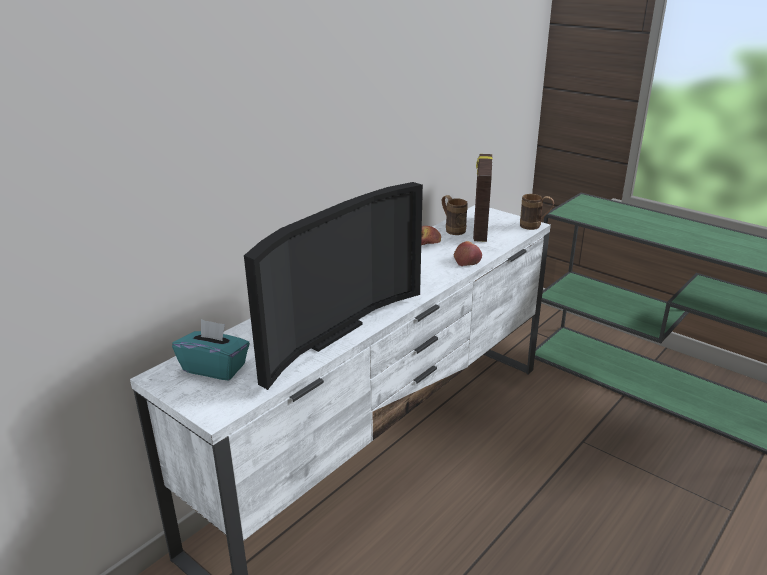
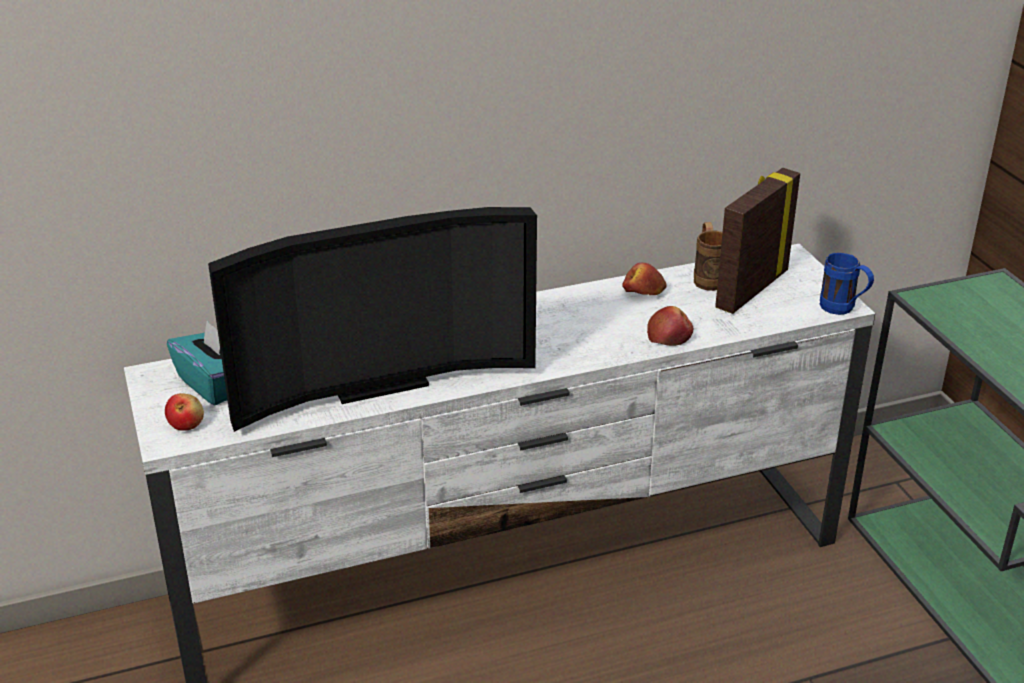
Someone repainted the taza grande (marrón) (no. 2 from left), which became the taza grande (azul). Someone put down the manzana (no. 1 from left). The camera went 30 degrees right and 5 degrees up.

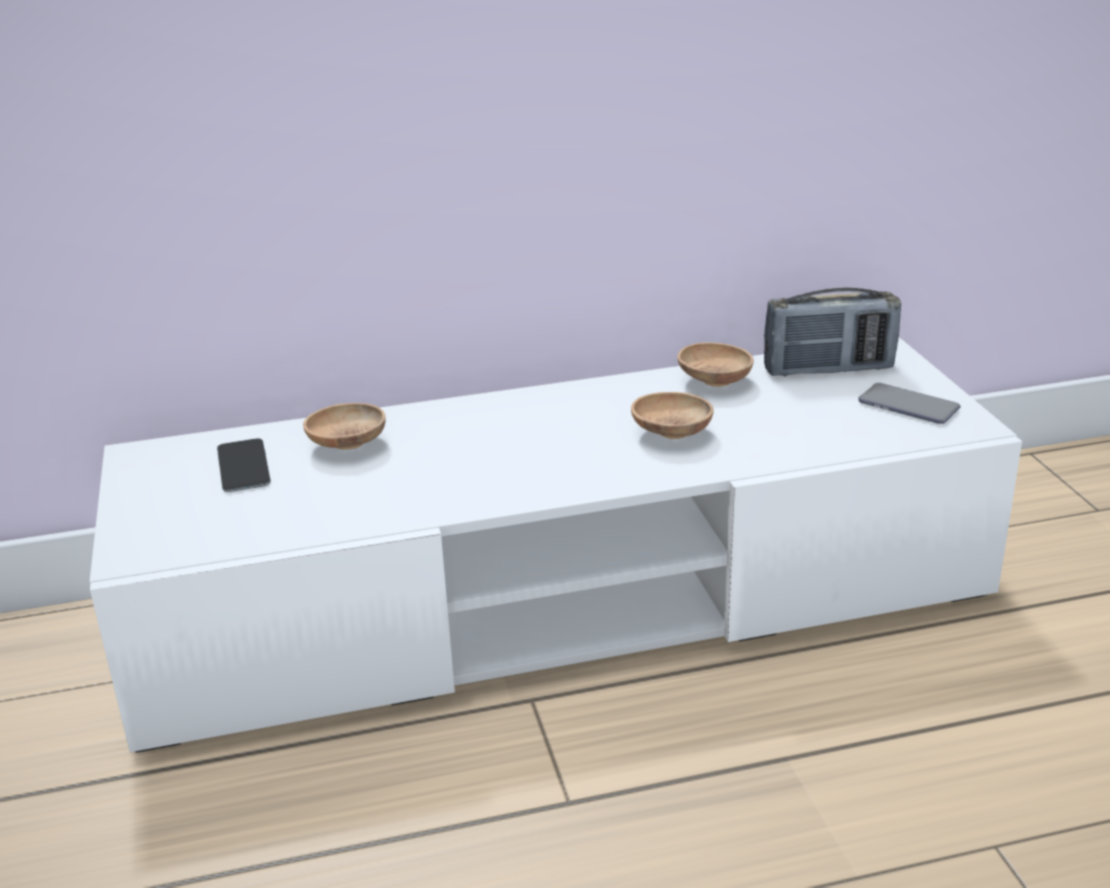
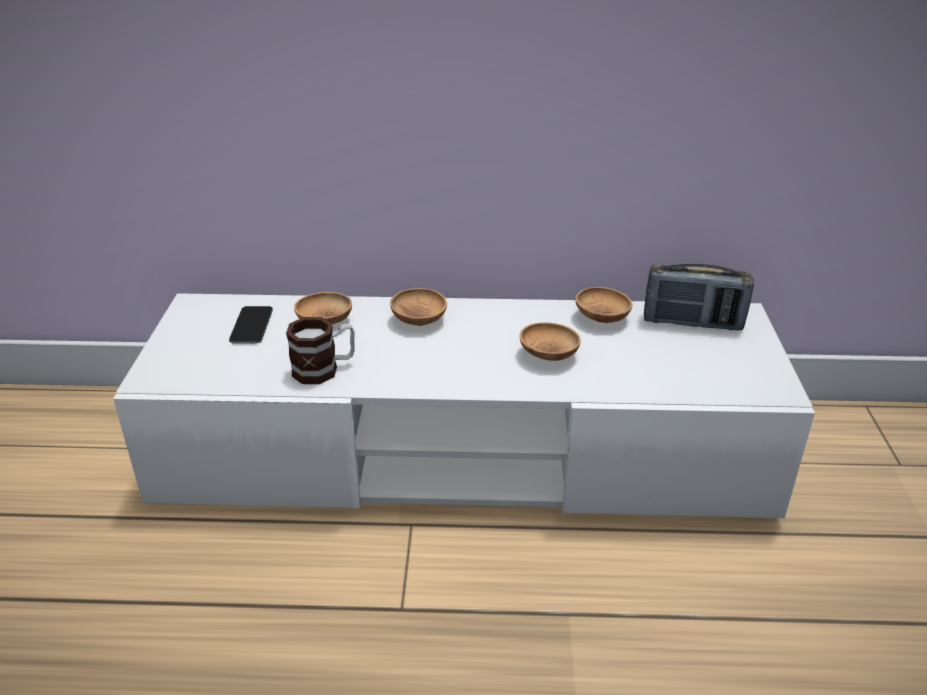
Someone took away the móvil (no. 2 from left). Someone put down the cuenco (marrón) (no. 2 from left). Someone put down the taza grande. The camera went 15 degrees right and 5 degrees up.

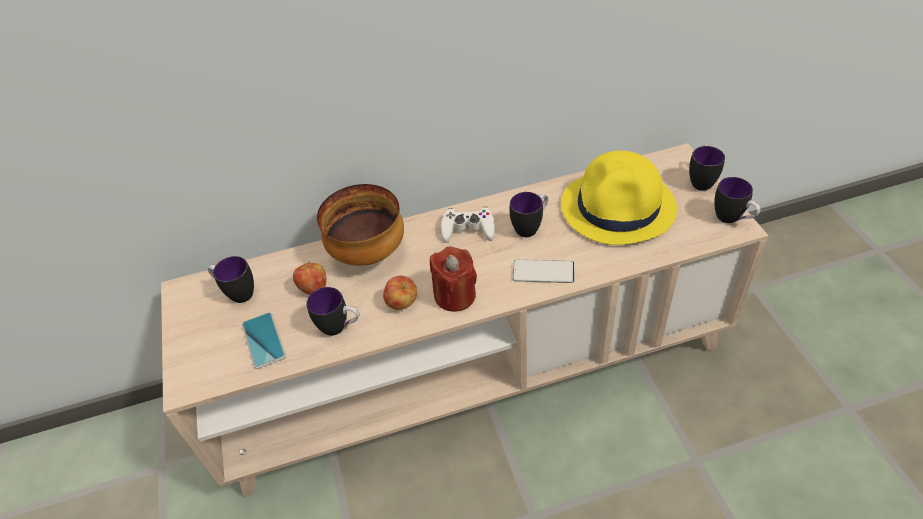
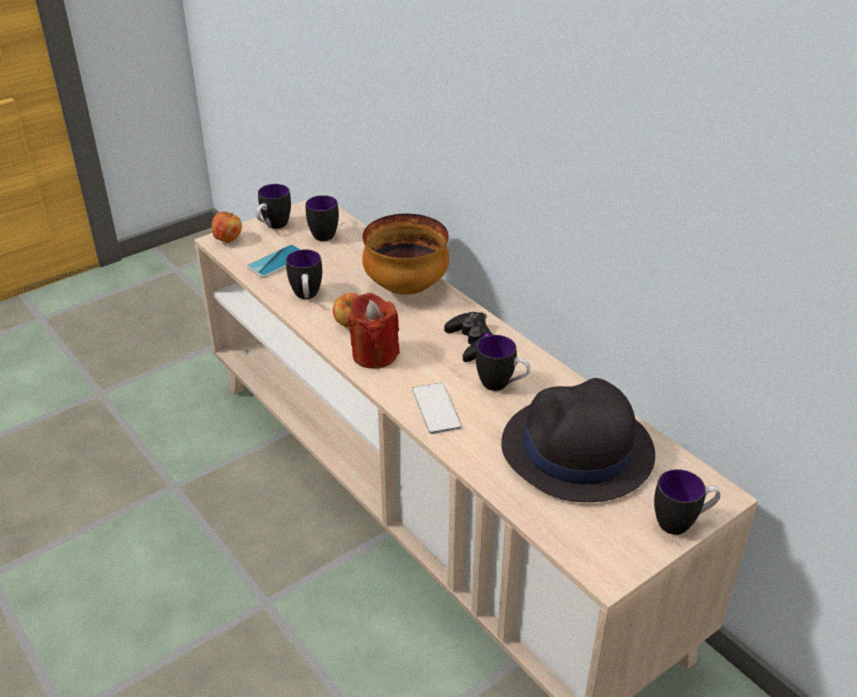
Someone repainted the sombrero (amarillo), which became the sombrero (negro). Someone carried the taza grande (no. 5 from left in the first image). Someone repainted the mando de consola (blanco), which became the mando de consola (negro). Someone carried the manzana (no. 1 from left). The camera went 65 degrees right and 10 degrees down.

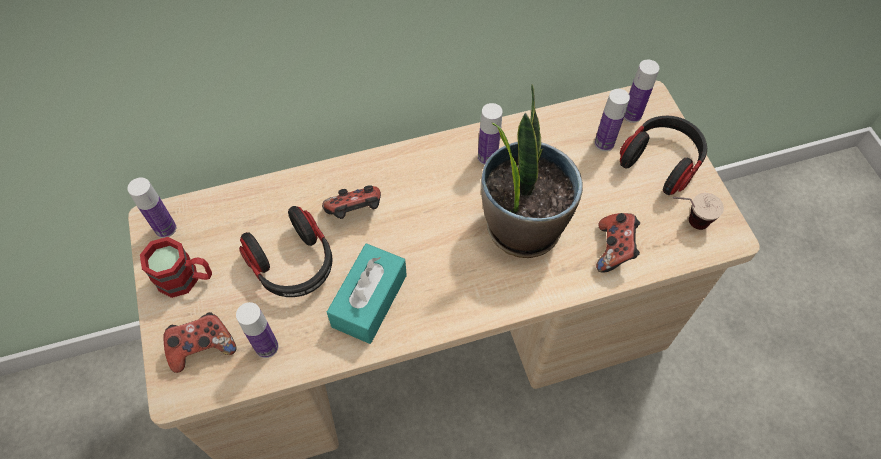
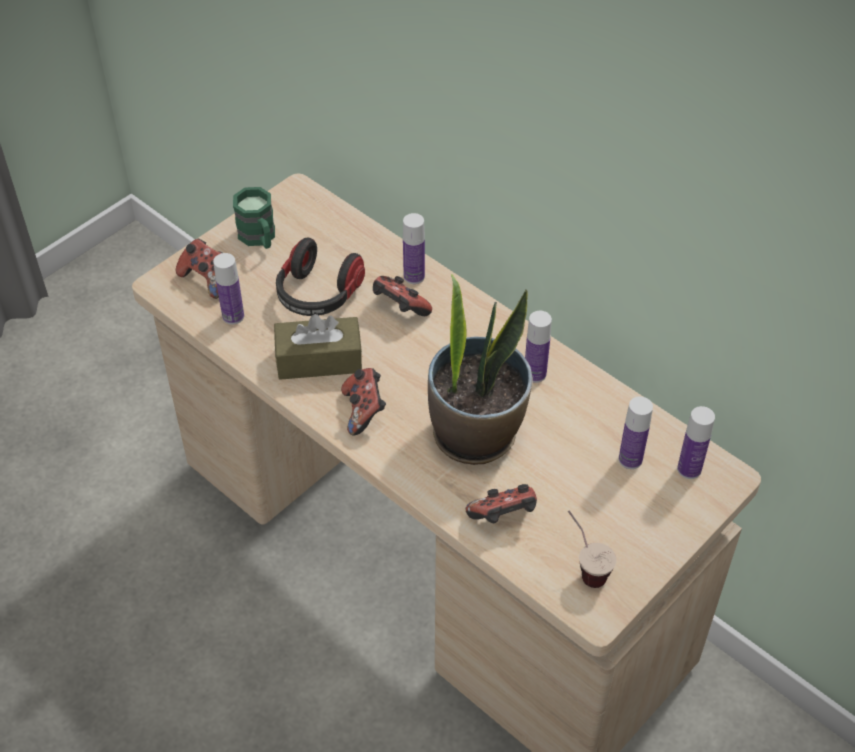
Someone took away the auriculares (no. 2 from left). Someone carried the botella (no. 1 from left in the first image). Someone repainted the taza grande (rojo), which became the taza grande (verde). Someone repainted the caja de pañuelos (turquesa), which became the caja de pañuelos (marrón). Someone put down the mando de consola (no. 2 from left). The camera went 60 degrees right and 10 degrees down.

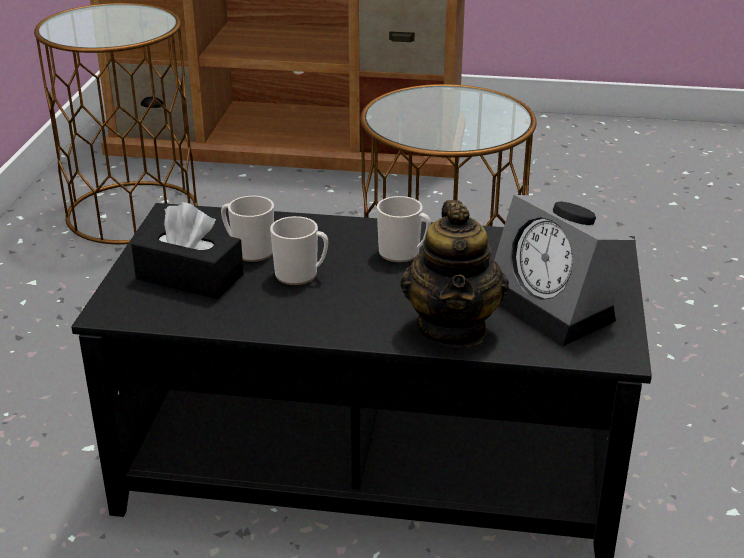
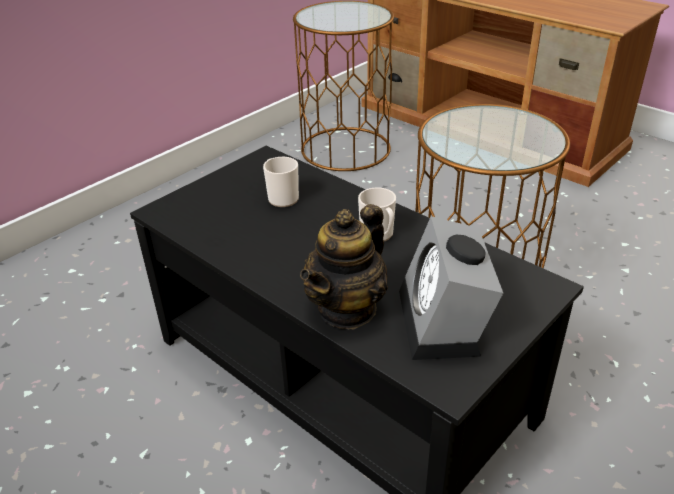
Someone took away the caja de pañuelos (negro). Someone took away the taza grande (no. 2 from left). The camera went 35 degrees right and 5 degrees up.

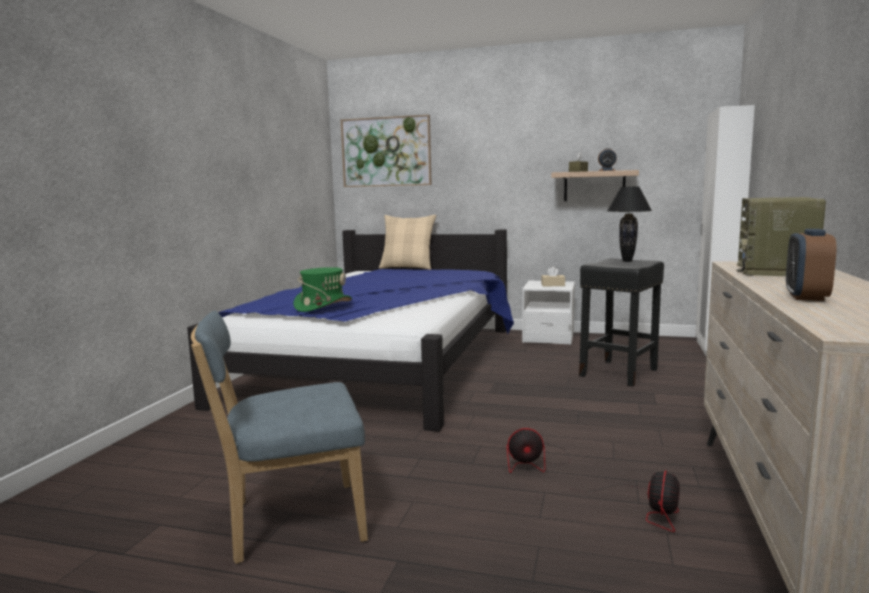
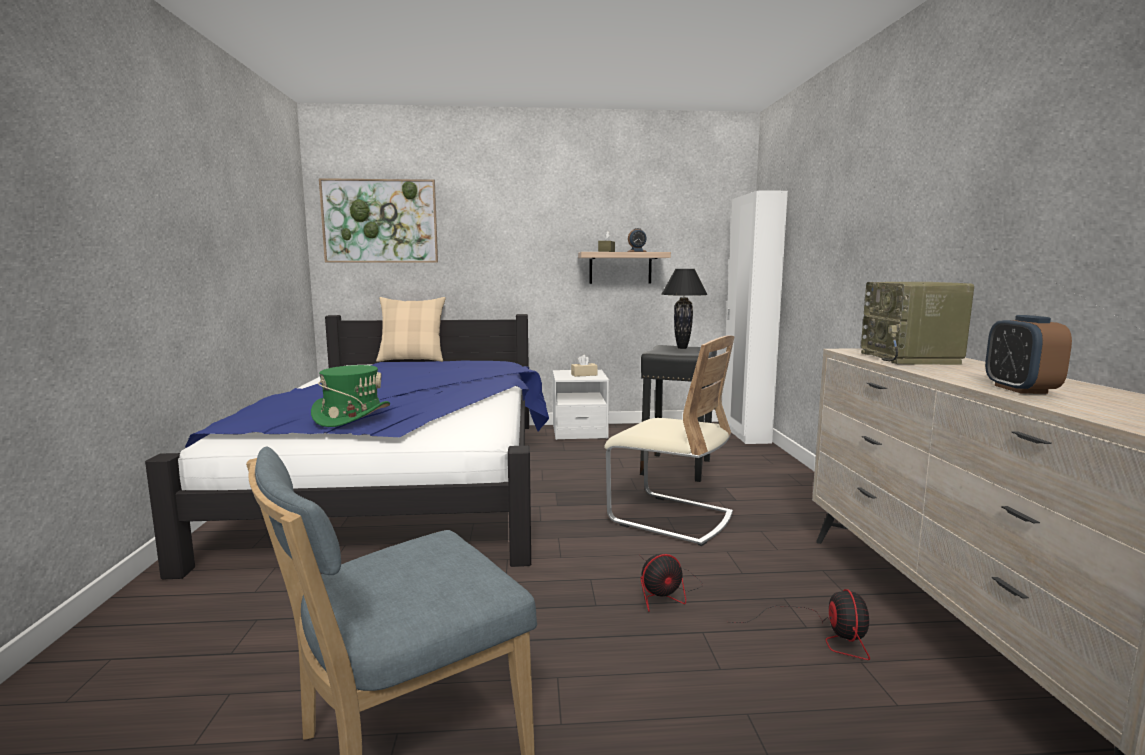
Someone put down the silla (beis). The camera went 20 degrees left and 0 degrees up.

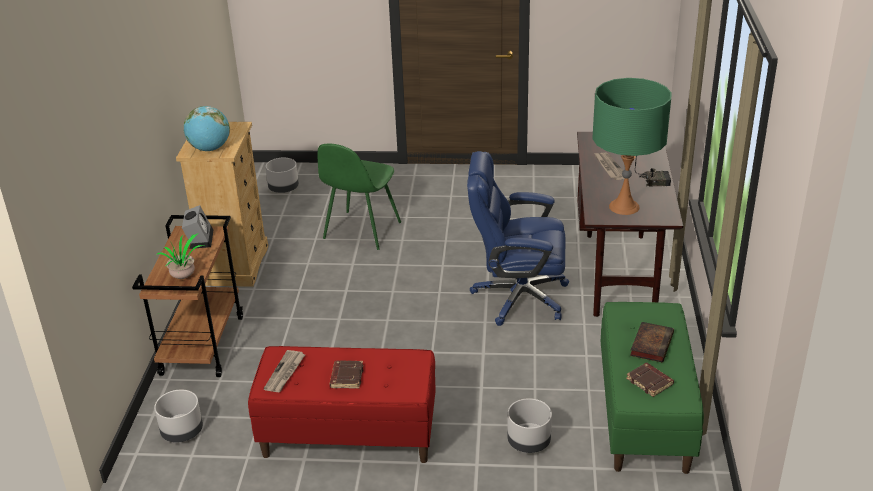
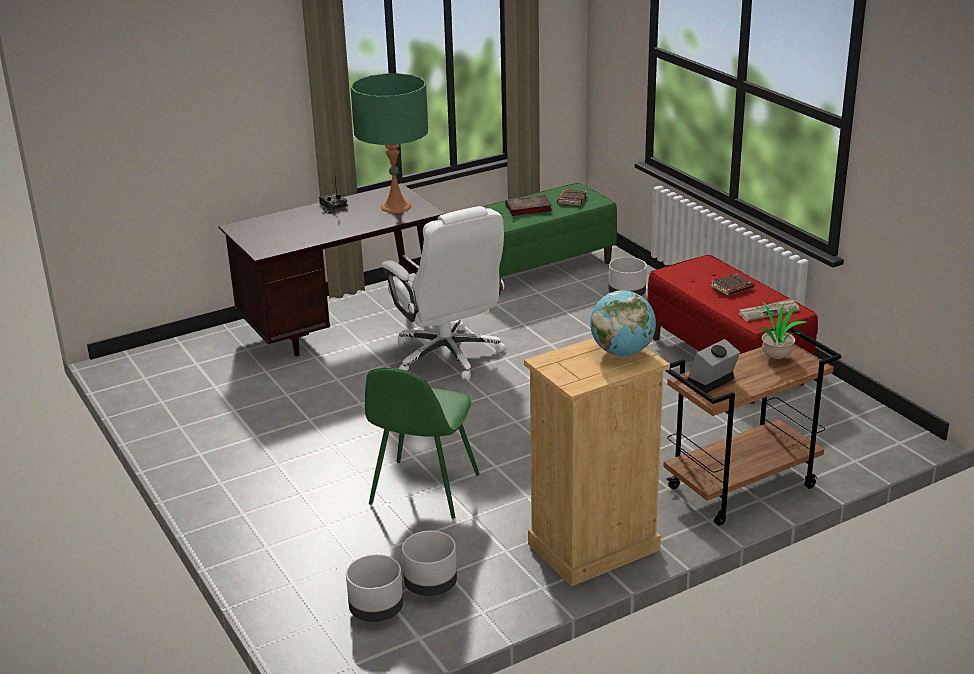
Someone rotated the silla (verde) by 120 degrees clockwise. Someone repainted the silla de oficina (azul), which became the silla de oficina (blanco). Someone took away the periódico (no. 2 from left). Someone carried the maceta (gris) (no. 1 from left in the first image). The camera went 125 degrees left and 5 degrees down.

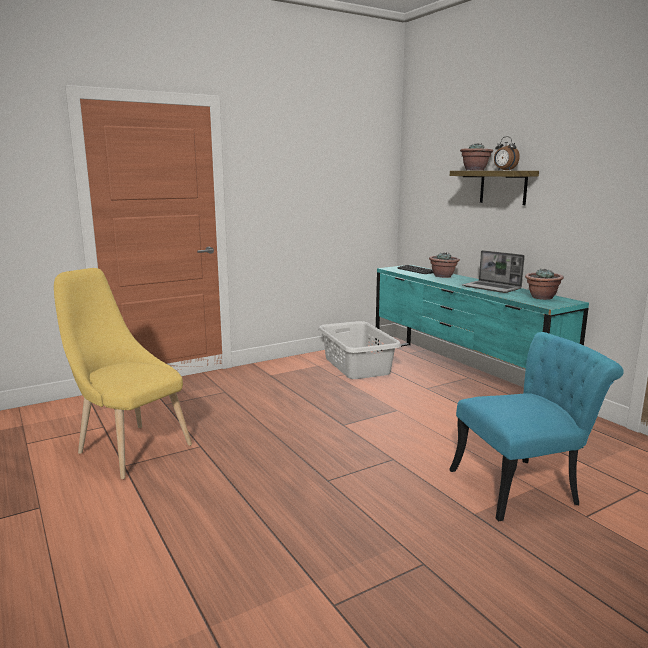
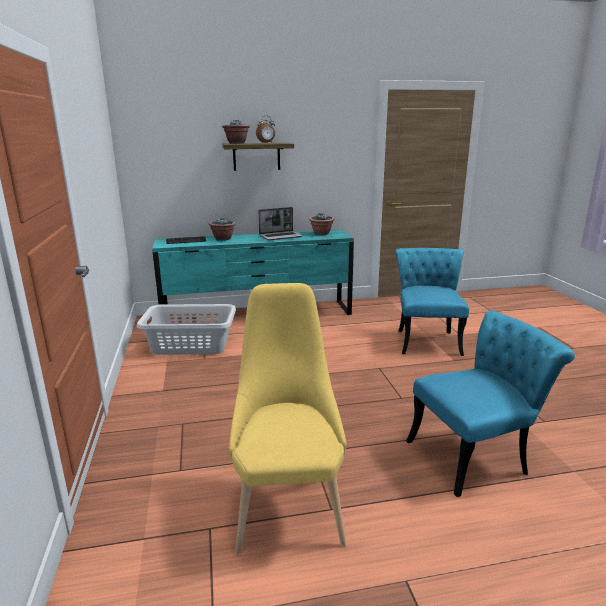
Someone rotated the silla (amarillo) by 120 degrees clockwise. Someone put down the silla (turquesa) (no. 2 from left). The camera went 70 degrees left and 5 degrees up.

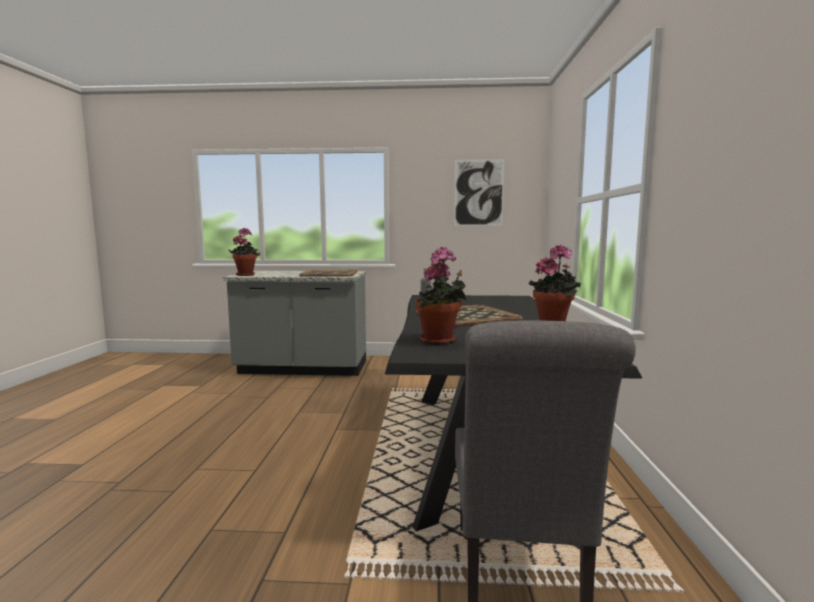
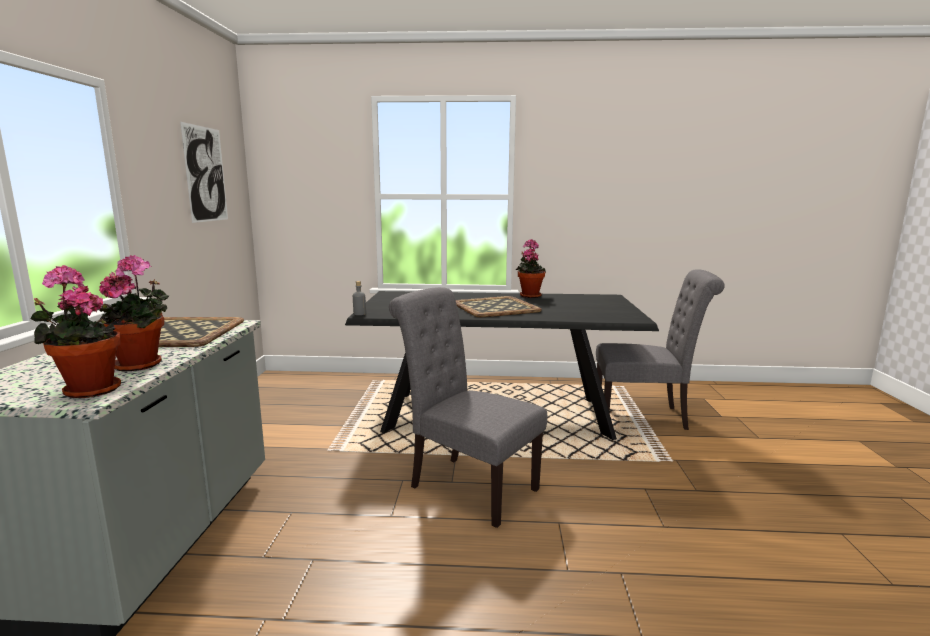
Someone carried the planta en maceta (no. 2 from left). Someone put down the silla (gris) (no. 1 from left). The camera went 90 degrees left and 5 degrees up.

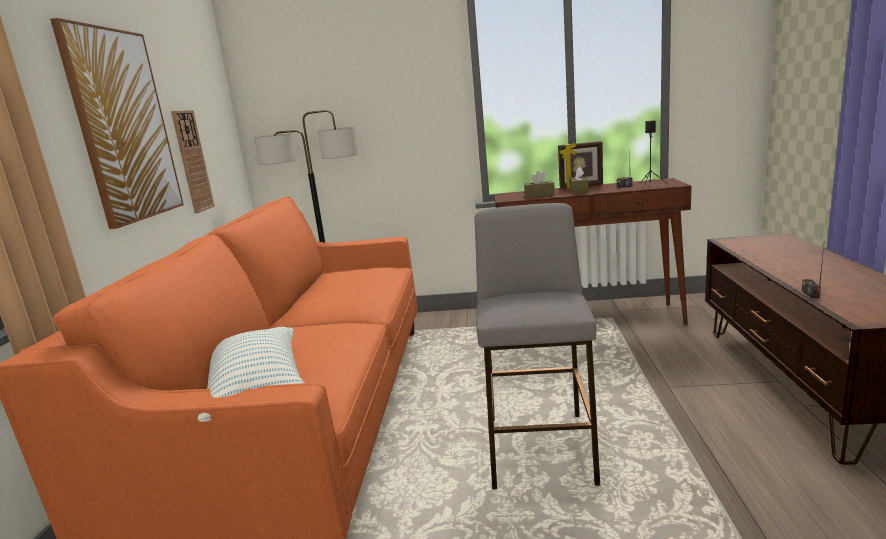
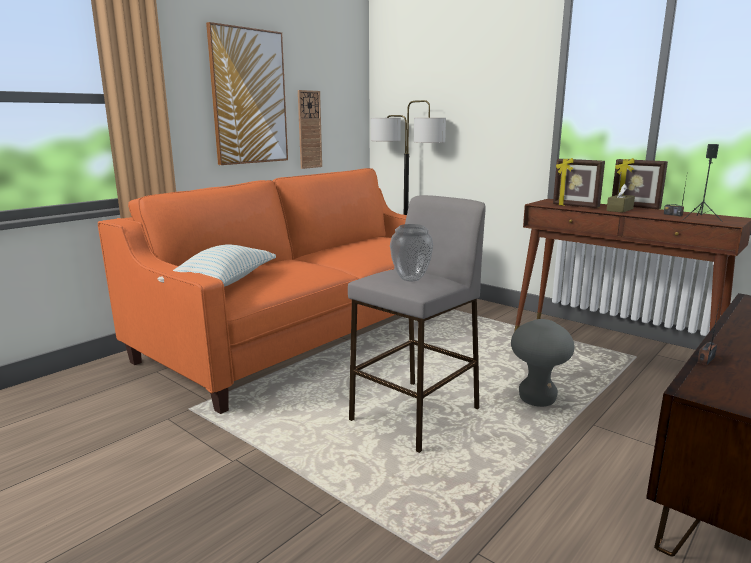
Someone swapped the caja de pañuelos (marrón) (no. 1 from left) for the portarretratos (no. 1 from left). Someone put down the florero. Someone put down the taburete (gris) (no. 2 from left). The camera went 35 degrees right and 0 degrees up.

